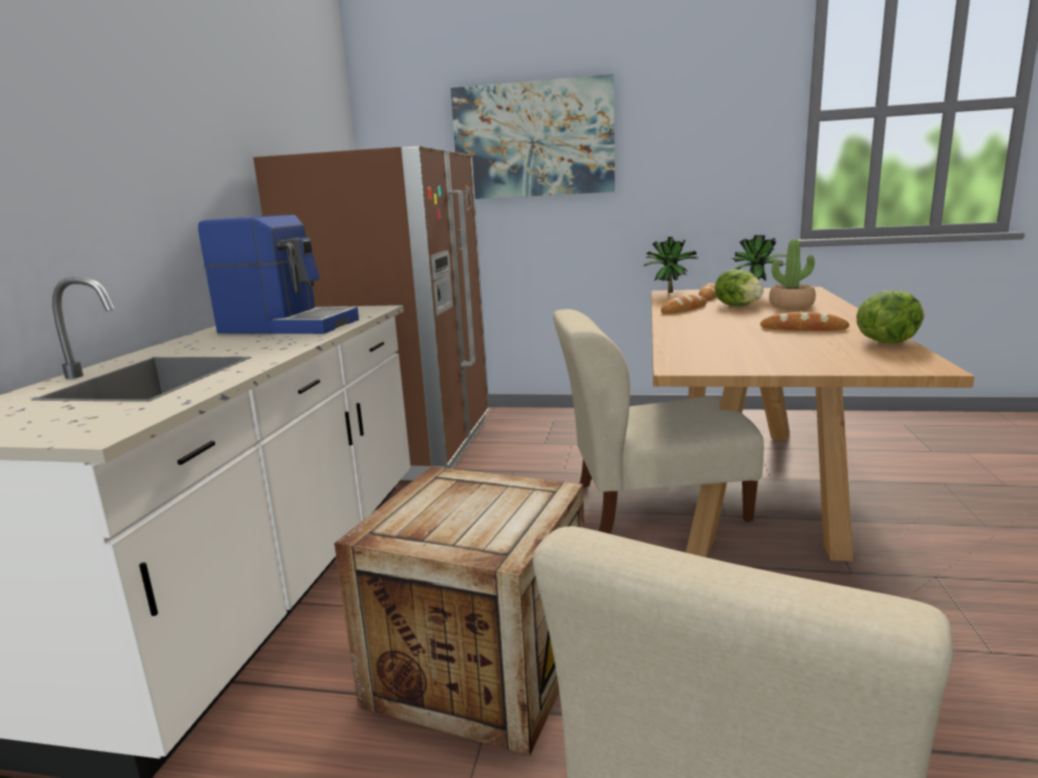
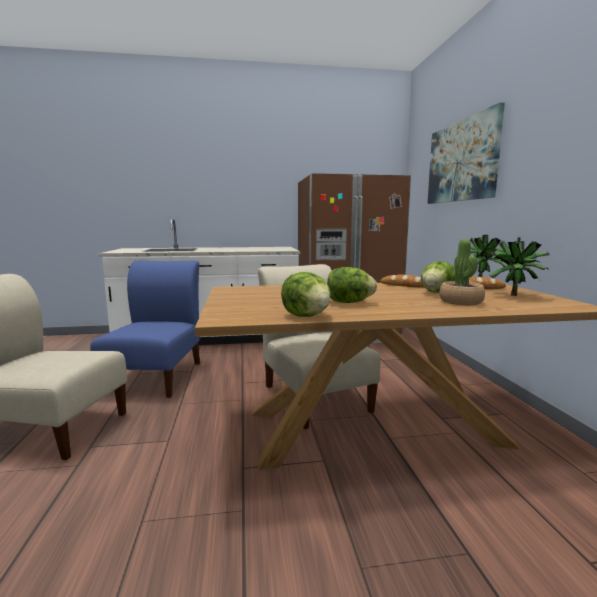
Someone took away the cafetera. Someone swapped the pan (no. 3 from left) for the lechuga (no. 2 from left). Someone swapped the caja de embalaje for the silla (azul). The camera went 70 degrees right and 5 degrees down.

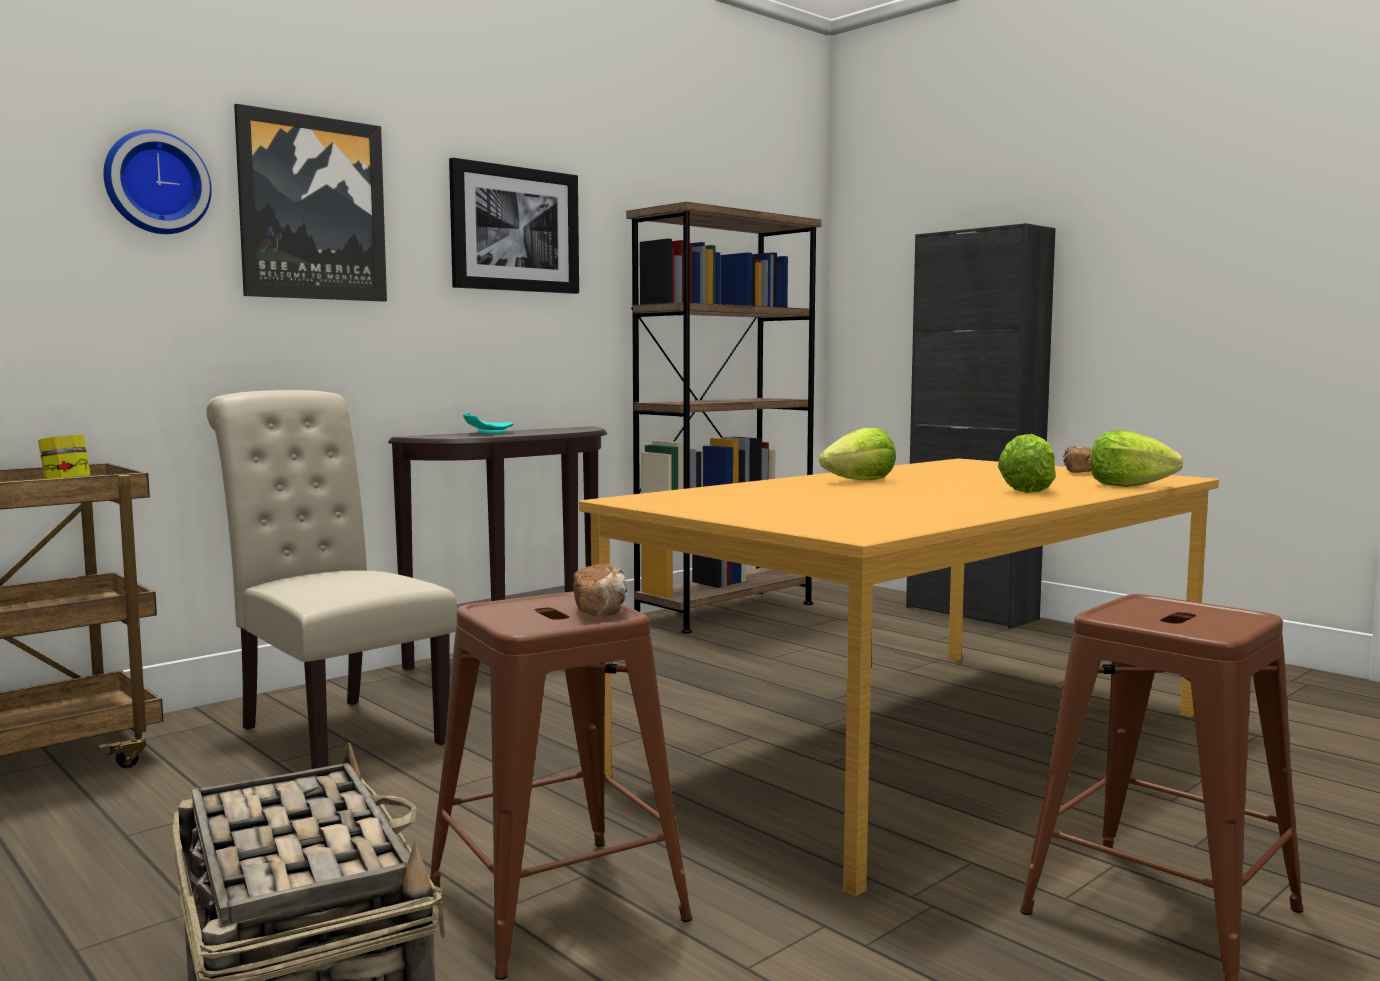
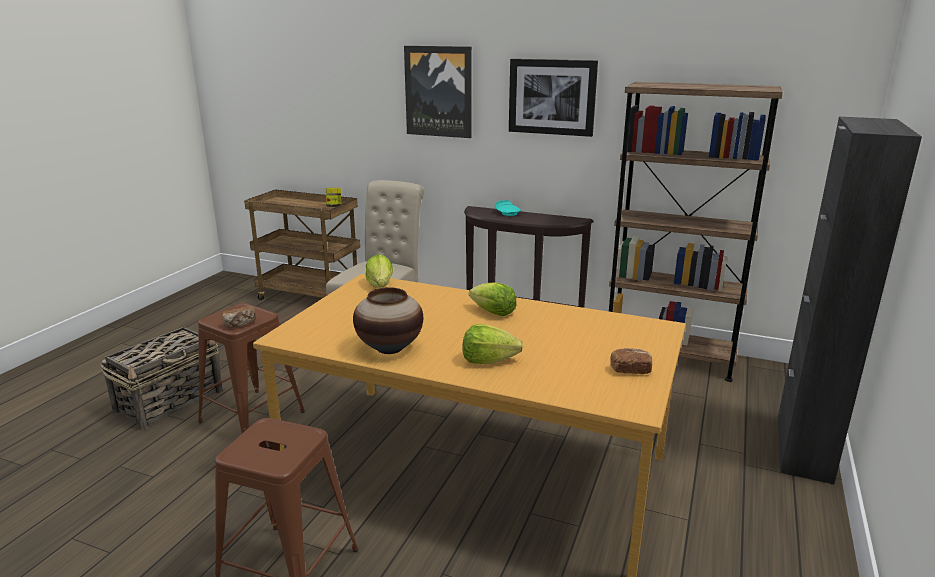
Someone took away the reloj de pared. Someone carried the lechuga (no. 3 from left in the first image). Someone put down the florero. The camera went 65 degrees right and 15 degrees up.

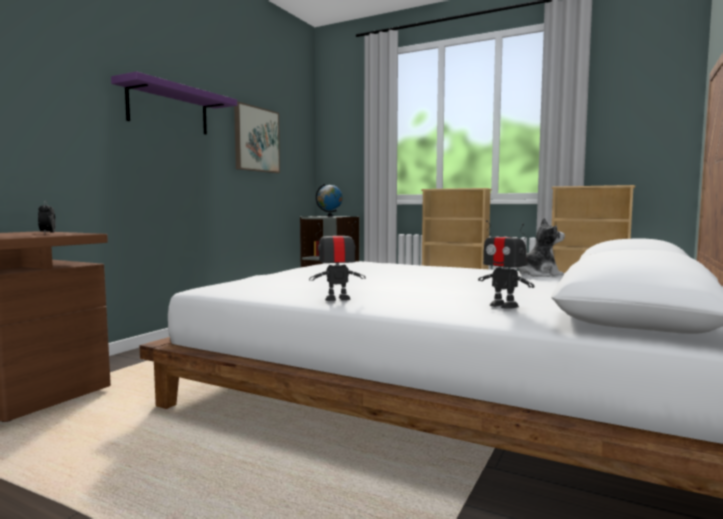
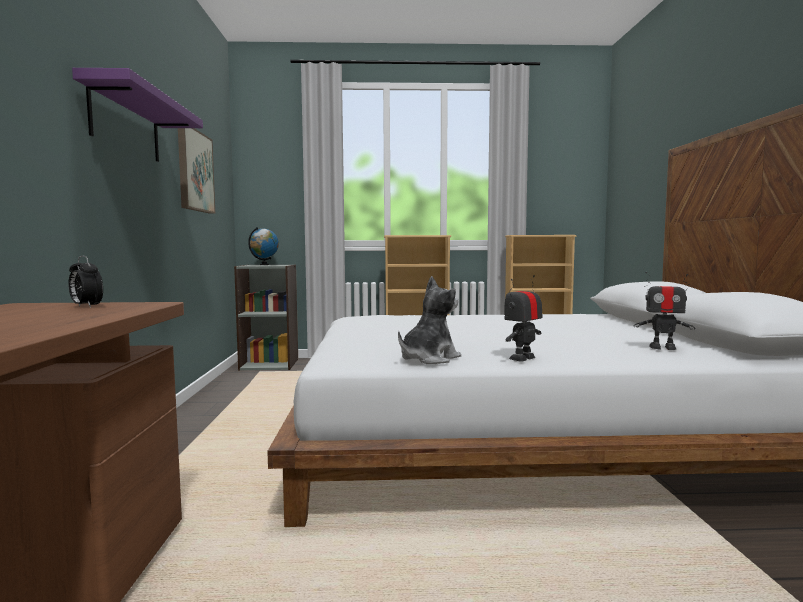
Someone carried the peluche. The camera went 30 degrees left and 0 degrees up.

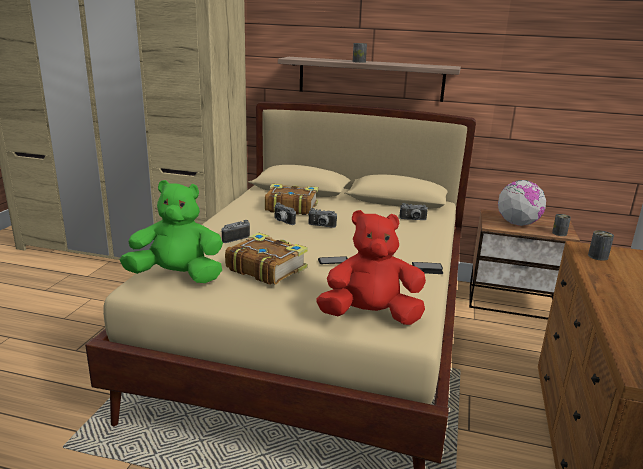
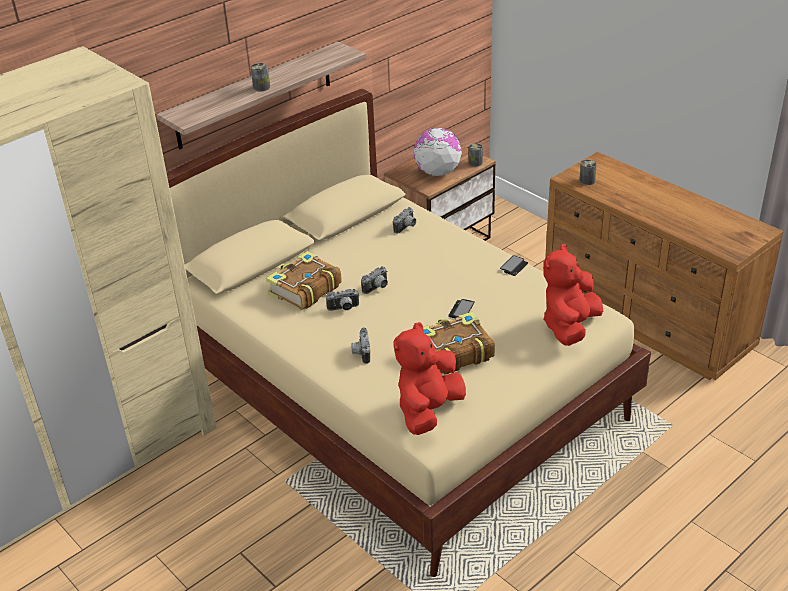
Someone repainted the peluche (verde), which became the peluche (rojo) (no. 1 from left). The camera went 55 degrees left and 15 degrees up.

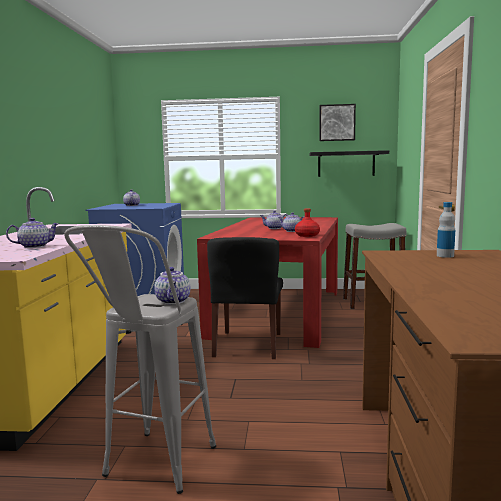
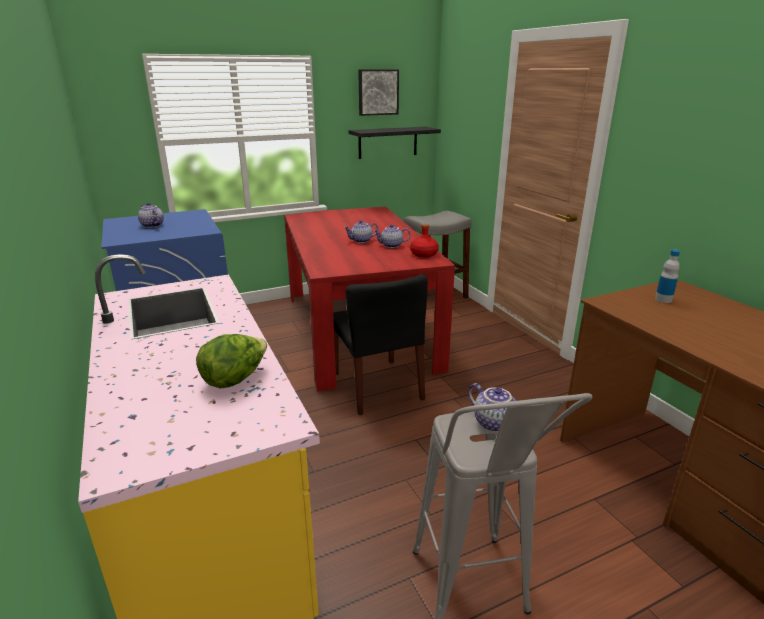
Someone swapped the tetera (no. 1 from left) for the lechuga. The camera went 30 degrees left and 15 degrees up.

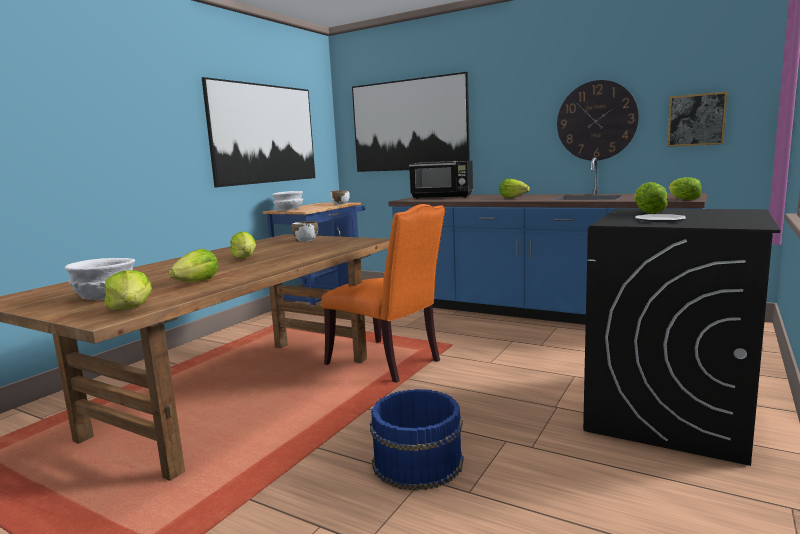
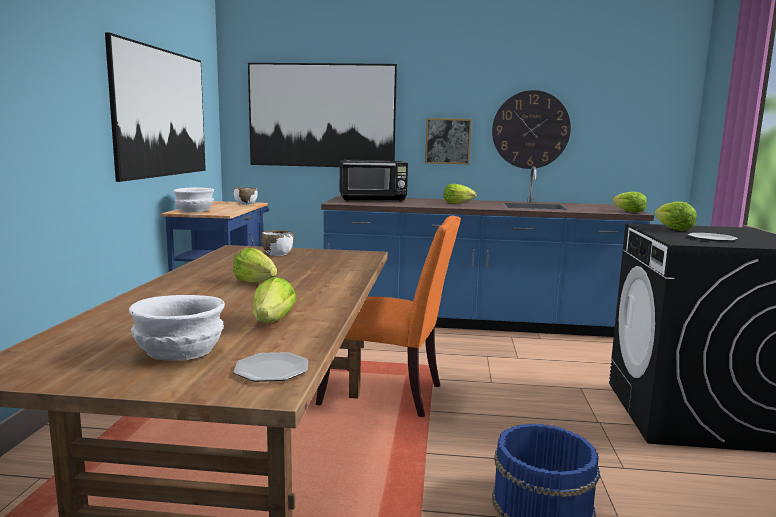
Someone carried the cuadro (no. 3 from left). Someone swapped the lechuga (no. 1 from left) for the plato (no. 1 from left). The camera went 25 degrees left and 0 degrees up.

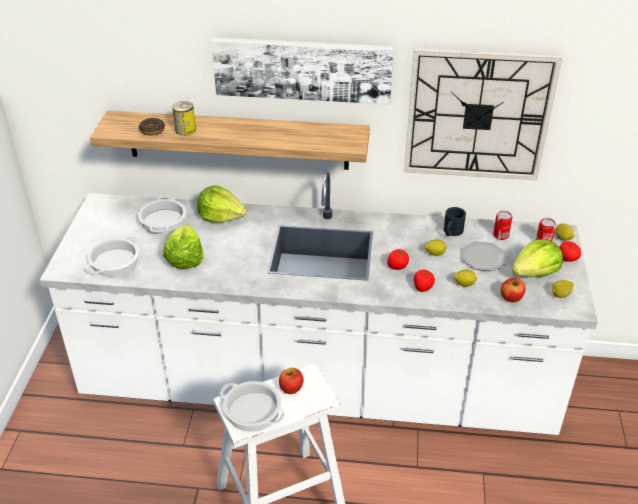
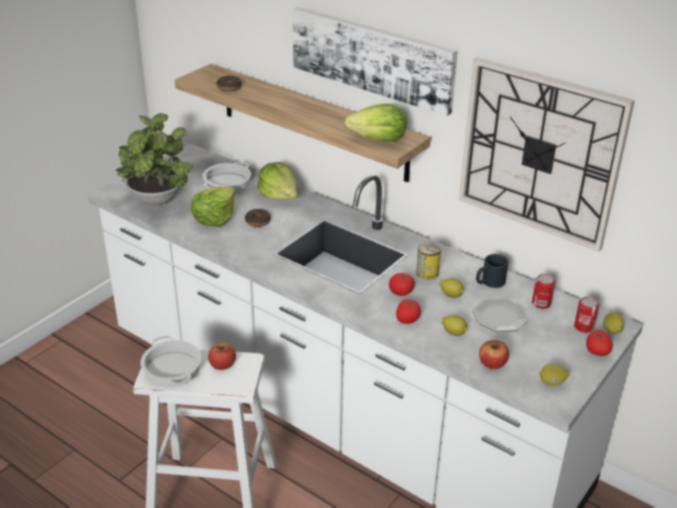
Someone carried the lata (no. 1 from left). Someone swapped the olla (no. 1 from left) for the planta en maceta. Someone carried the lechuga (no. 3 from left). Someone put down the rosquilla (no. 2 from left). The camera went 30 degrees right and 5 degrees down.

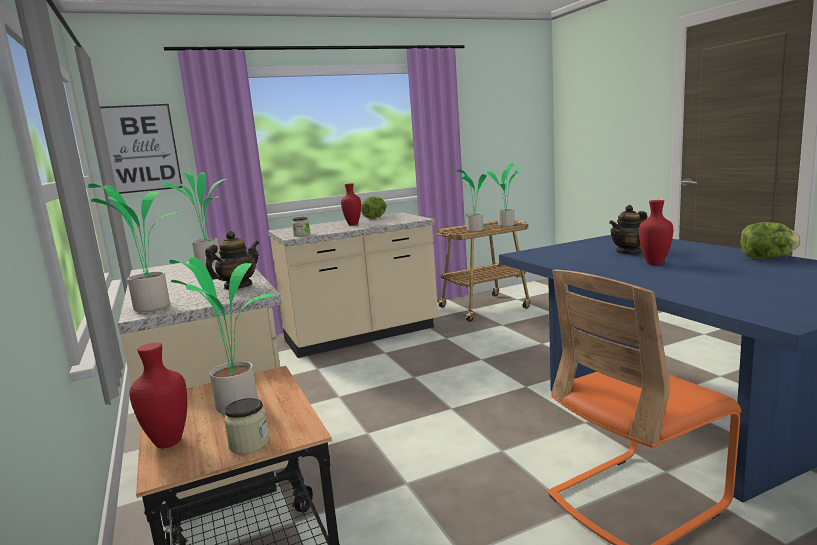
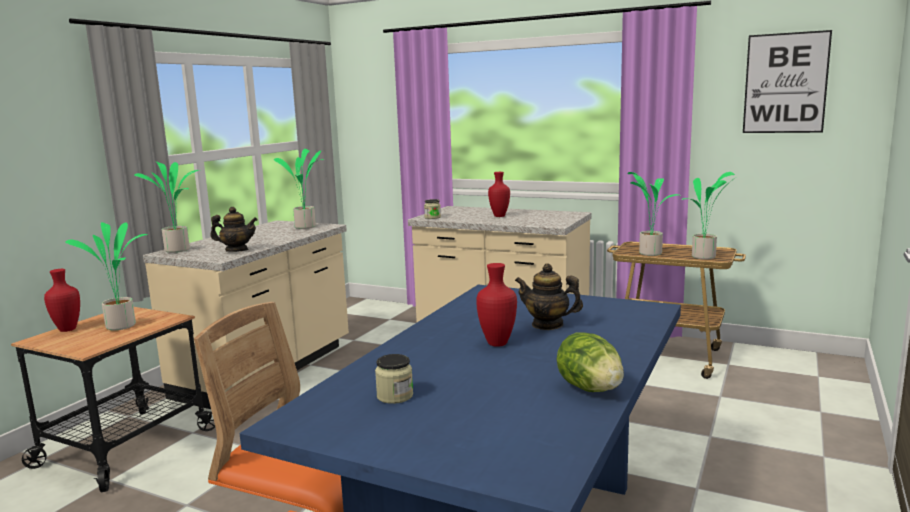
Someone carried the cuadro. Someone took away the lechuga (no. 1 from left). Someone carried the tarro (no. 1 from left). The camera went 50 degrees right and 0 degrees up.

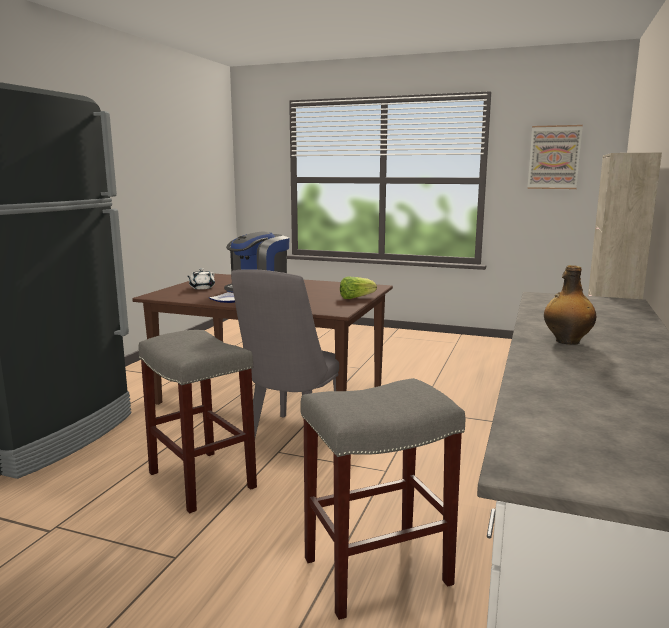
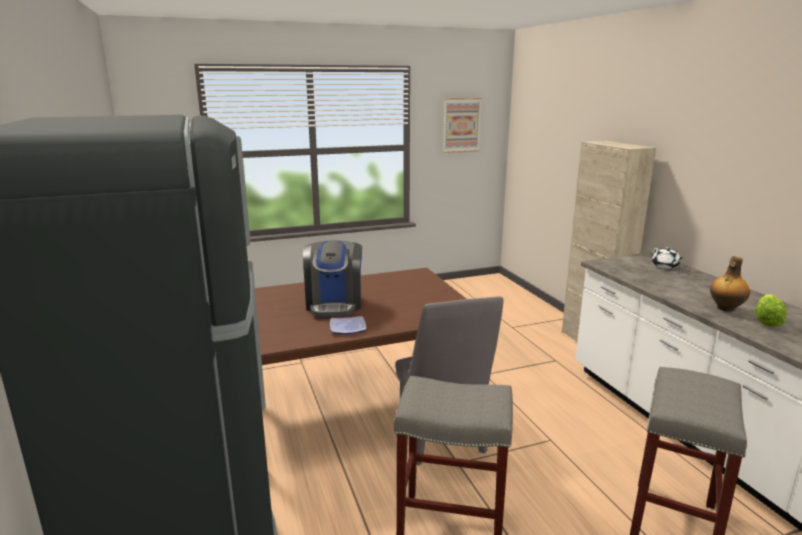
Someone carried the tetera (blanco). Someone carried the lechuga. The camera went 40 degrees left and 5 degrees up.

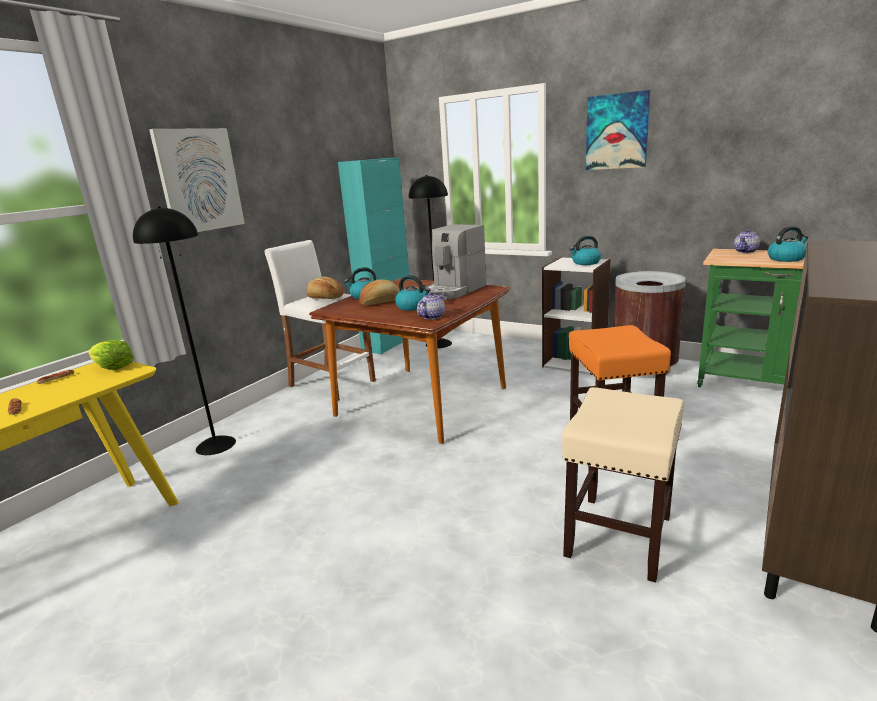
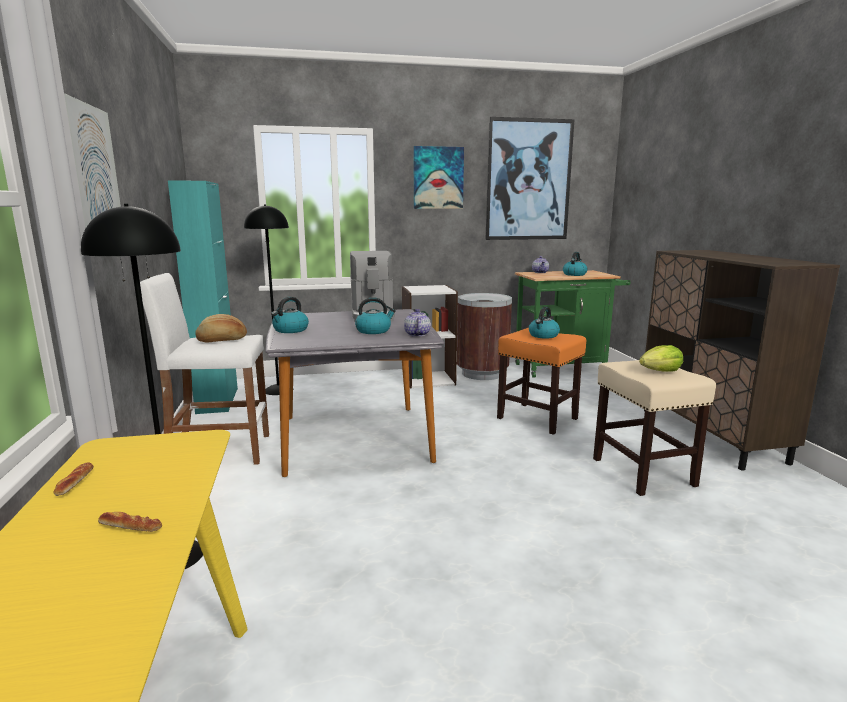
Someone carried the hervidor (no. 3 from left). Someone repainted the mesa de comedor (marrón), which became the mesa de comedor (gris). Someone took away the pan (no. 4 from left). Someone carried the lechuga. Someone put up the cuadro (no. 3 from left). The camera went 45 degrees left and 5 degrees down.

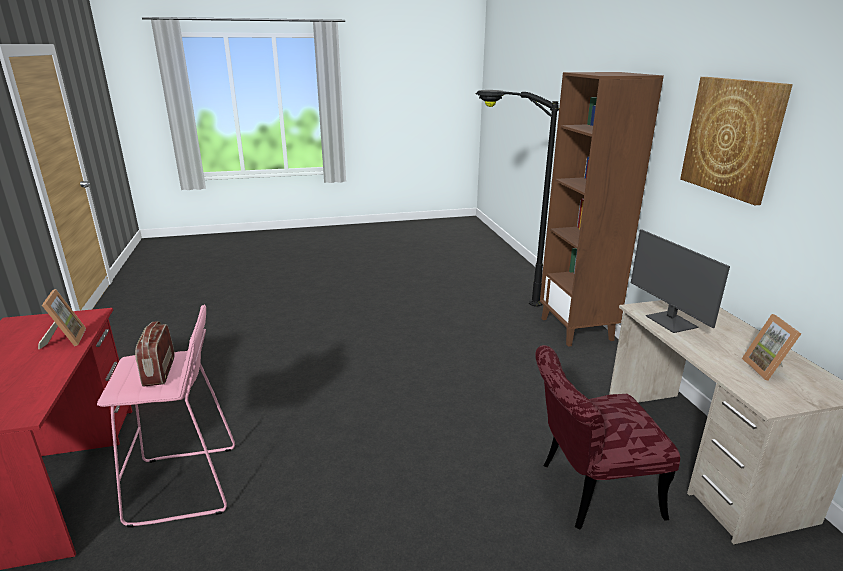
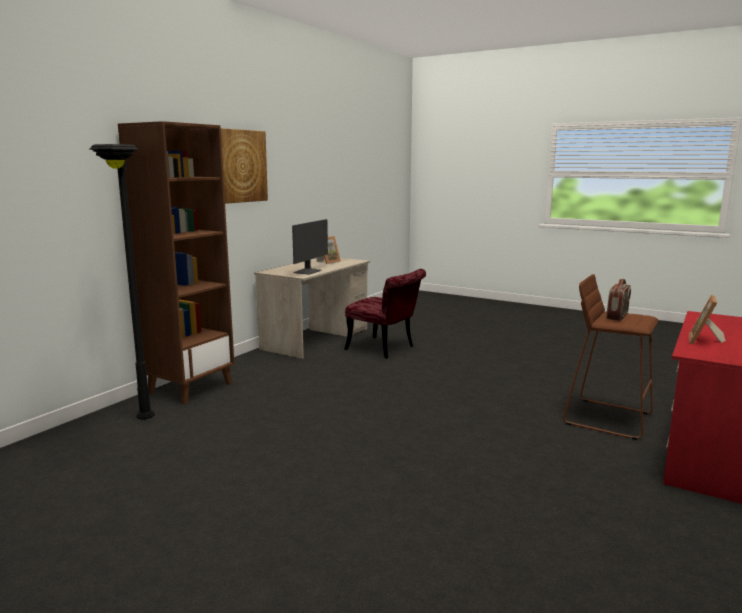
Someone repainted the taburete (rosa), which became the taburete (marrón). The camera went 135 degrees left and 10 degrees down.

